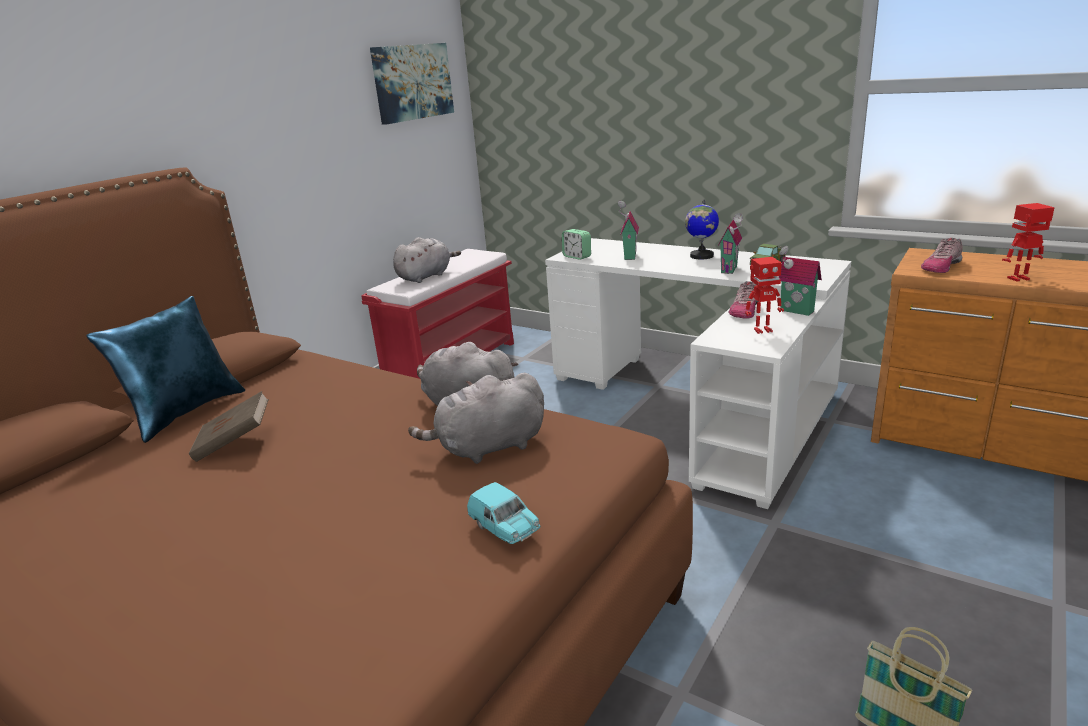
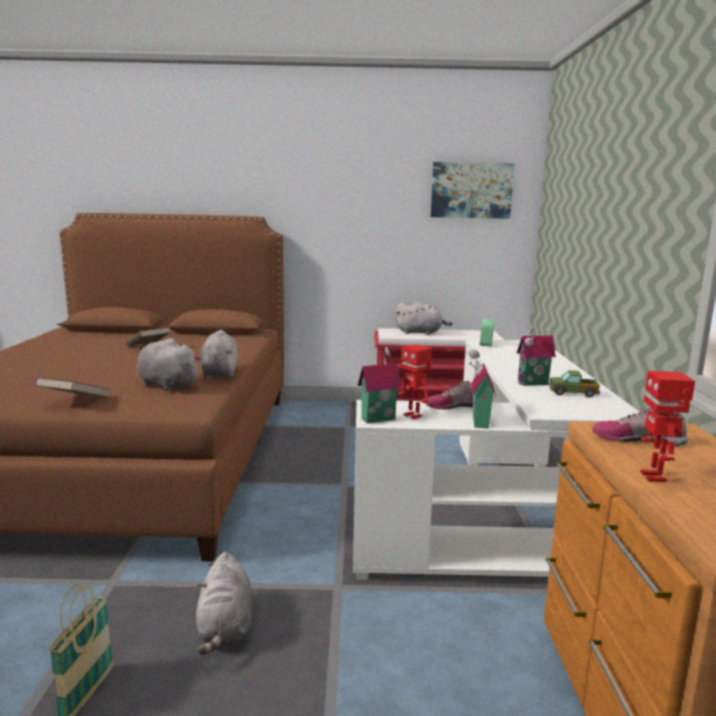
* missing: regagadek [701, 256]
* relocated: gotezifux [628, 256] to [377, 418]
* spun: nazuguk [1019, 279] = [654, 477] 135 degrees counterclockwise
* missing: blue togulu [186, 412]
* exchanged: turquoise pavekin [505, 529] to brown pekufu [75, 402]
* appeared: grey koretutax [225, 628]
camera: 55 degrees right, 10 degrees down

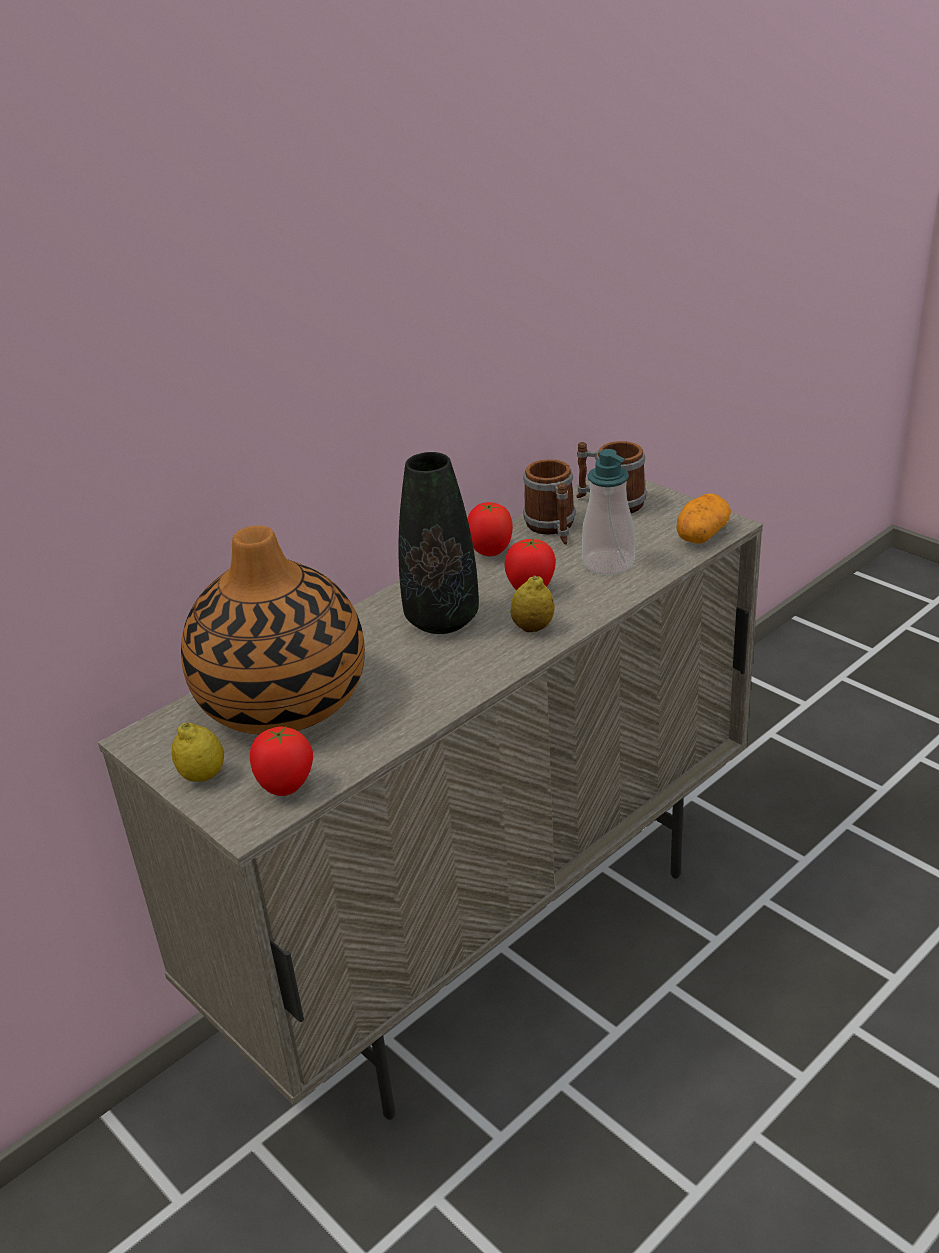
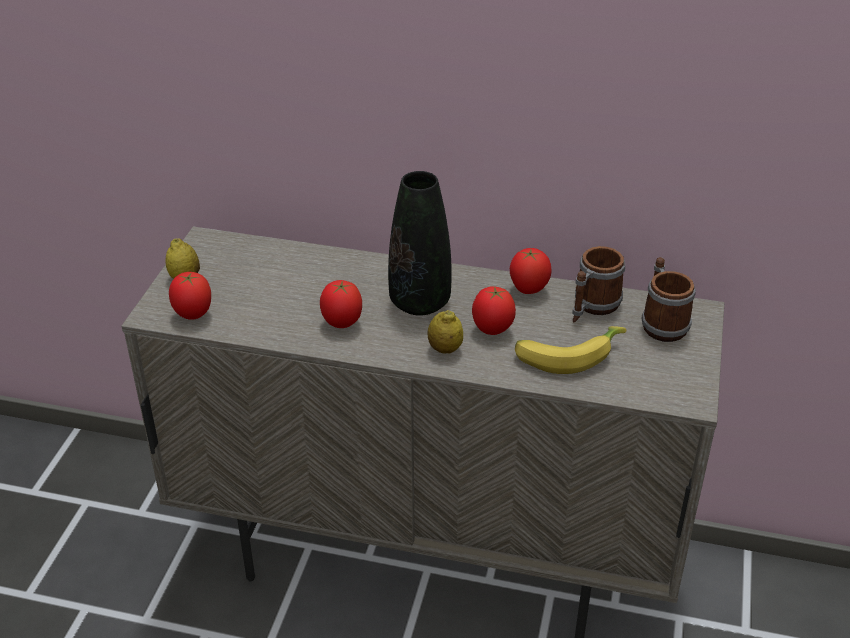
* exchanged: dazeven [608, 563] to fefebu [567, 354]
* missing: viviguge [701, 535]
* missing: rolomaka [281, 700]
* appeared: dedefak [342, 323]
camera: 55 degrees right, 5 degrees up

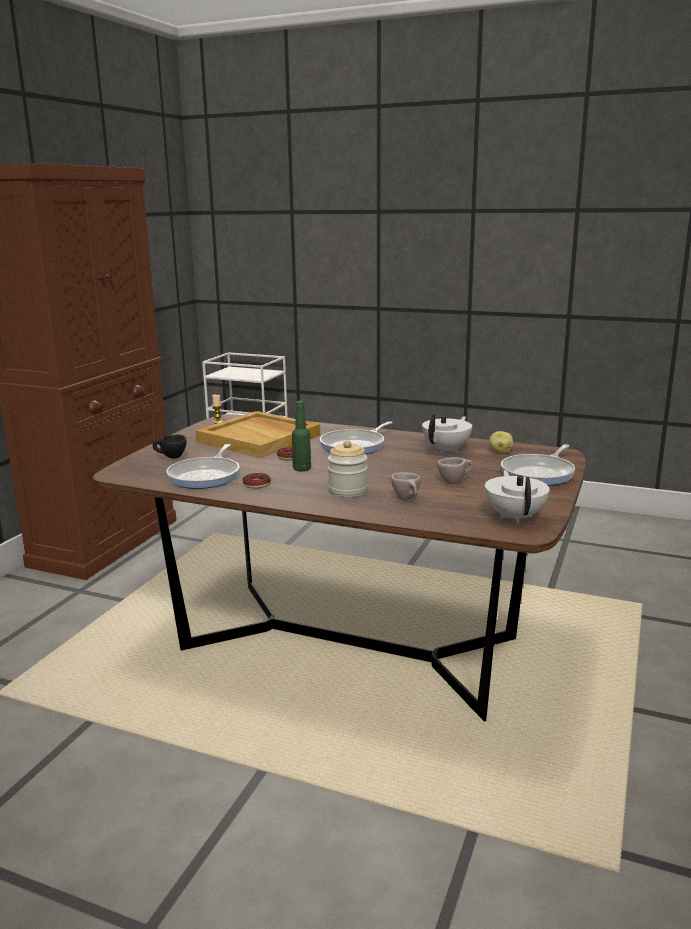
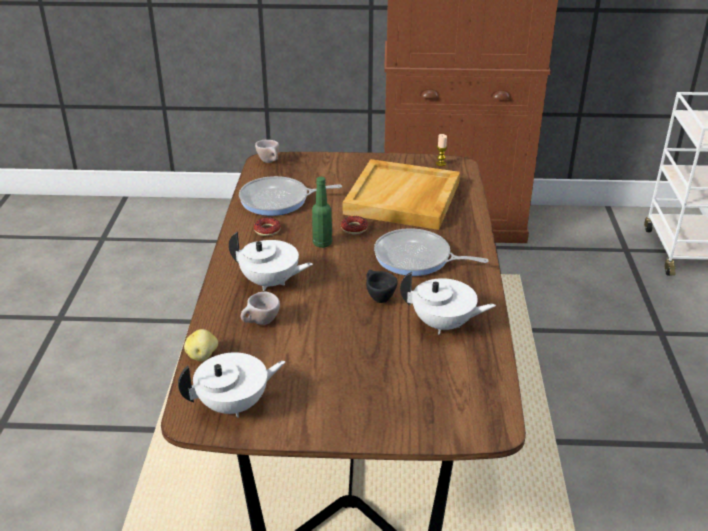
* relocated: viviguge [500, 452] to [202, 355]
* relocated: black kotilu [171, 457] to [378, 297]
* exchanged: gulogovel [348, 491] to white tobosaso [270, 282]
* missing: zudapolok [539, 473]
* relocated: beige kotilu [455, 481] to [270, 162]
camera: 70 degrees right, 15 degrees up

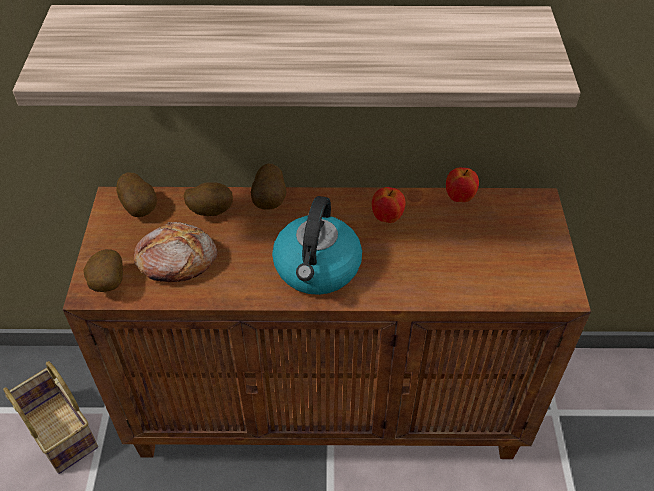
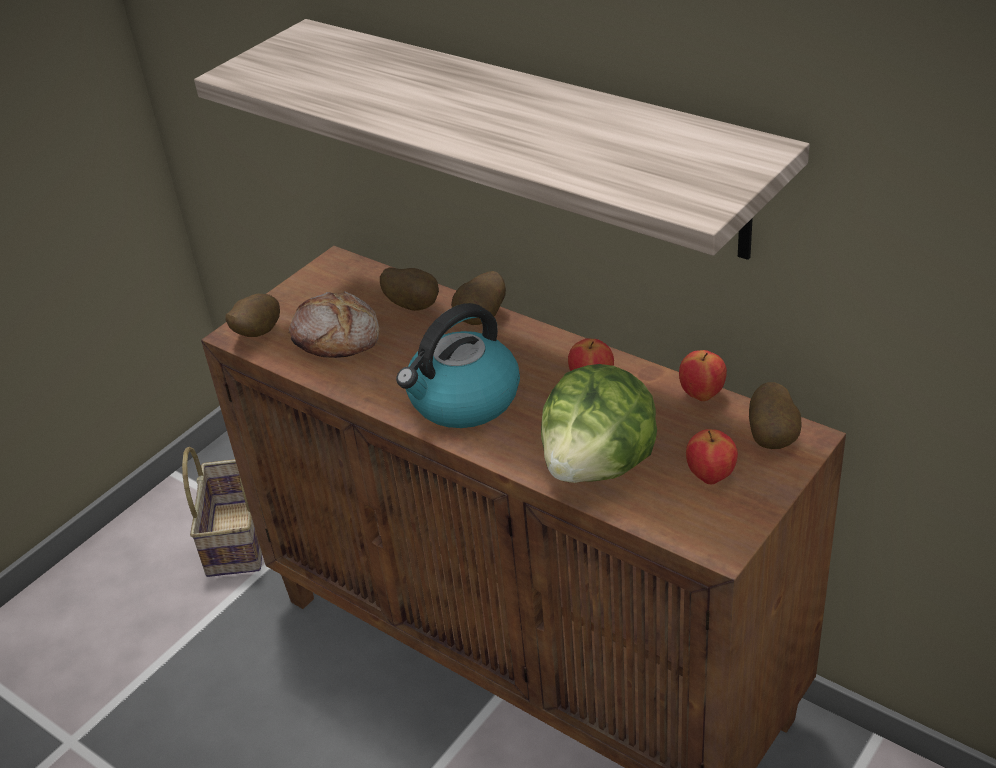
* relocated: viviguge [140, 208] to [773, 438]
* appeared: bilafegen [599, 465]
* appeared: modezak [710, 477]
camera: 40 degrees right, 10 degrees down

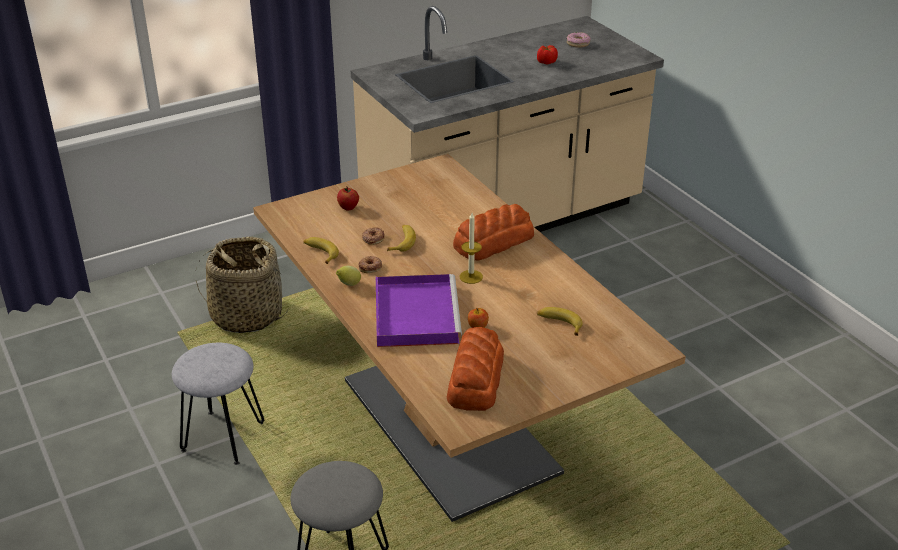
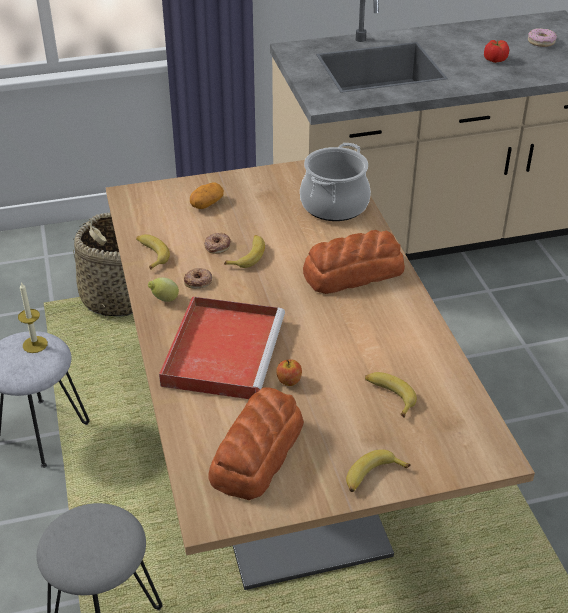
* exchanged: modezak [348, 208] to viviguge [206, 204]
* relocated: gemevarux [471, 277] to [35, 344]
* colour: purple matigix [415, 313] to red matigix [223, 350]
* appeared: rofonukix [334, 205]
* appeared: fefebu [372, 476]
camera: 15 degrees right, 5 degrees up

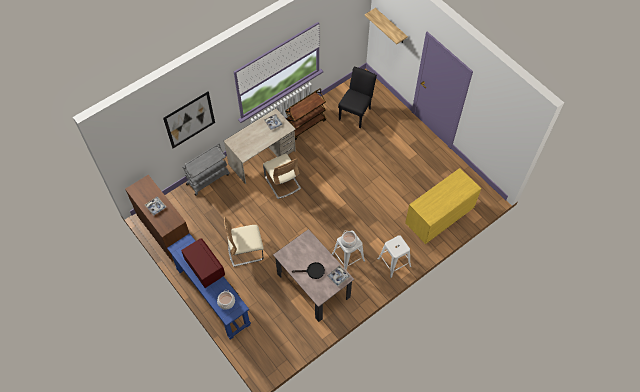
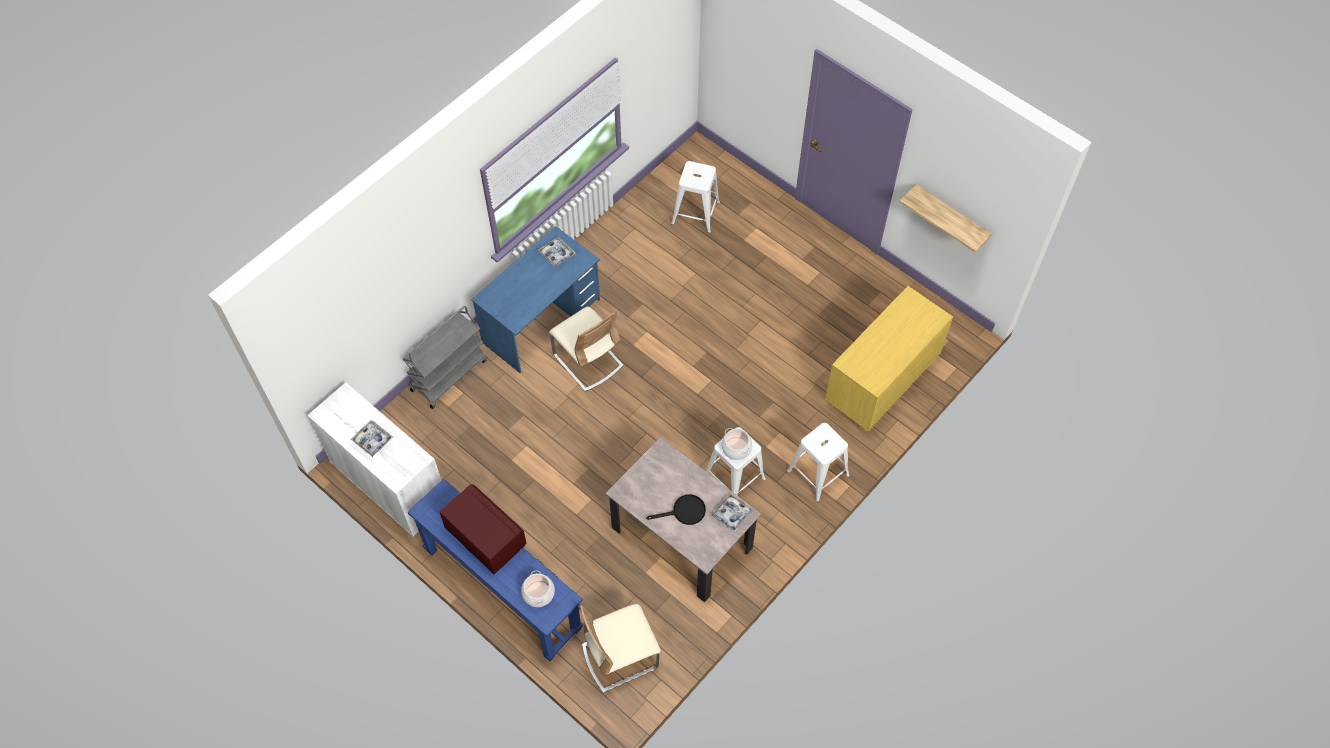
* relocated: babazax [390, 26] to [951, 216]
* exchanged: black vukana [356, 112] to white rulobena [695, 213]
* missing: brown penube [305, 124]
* missing: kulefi [189, 120]
* colour: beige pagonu [262, 158] to blue pagonu [542, 321]
* colour: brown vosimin [165, 231] to white vosimin [389, 482]
* relocated: beige vukana [245, 251] to [620, 656]
camera: 10 degrees left, 0 degrees up

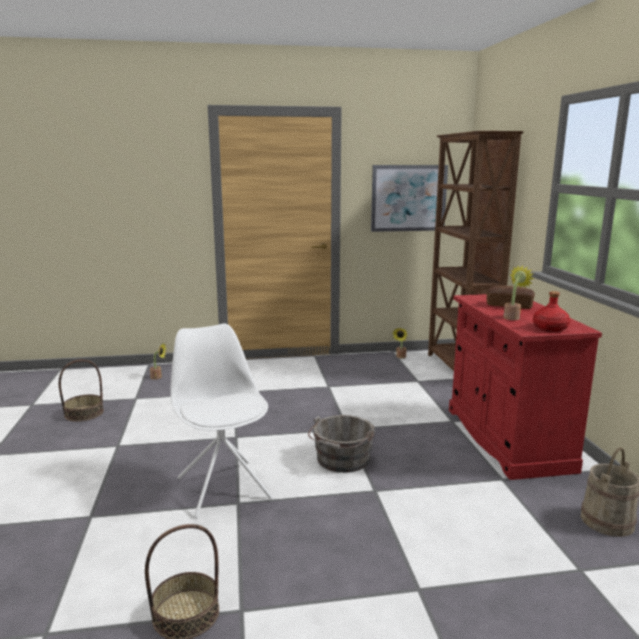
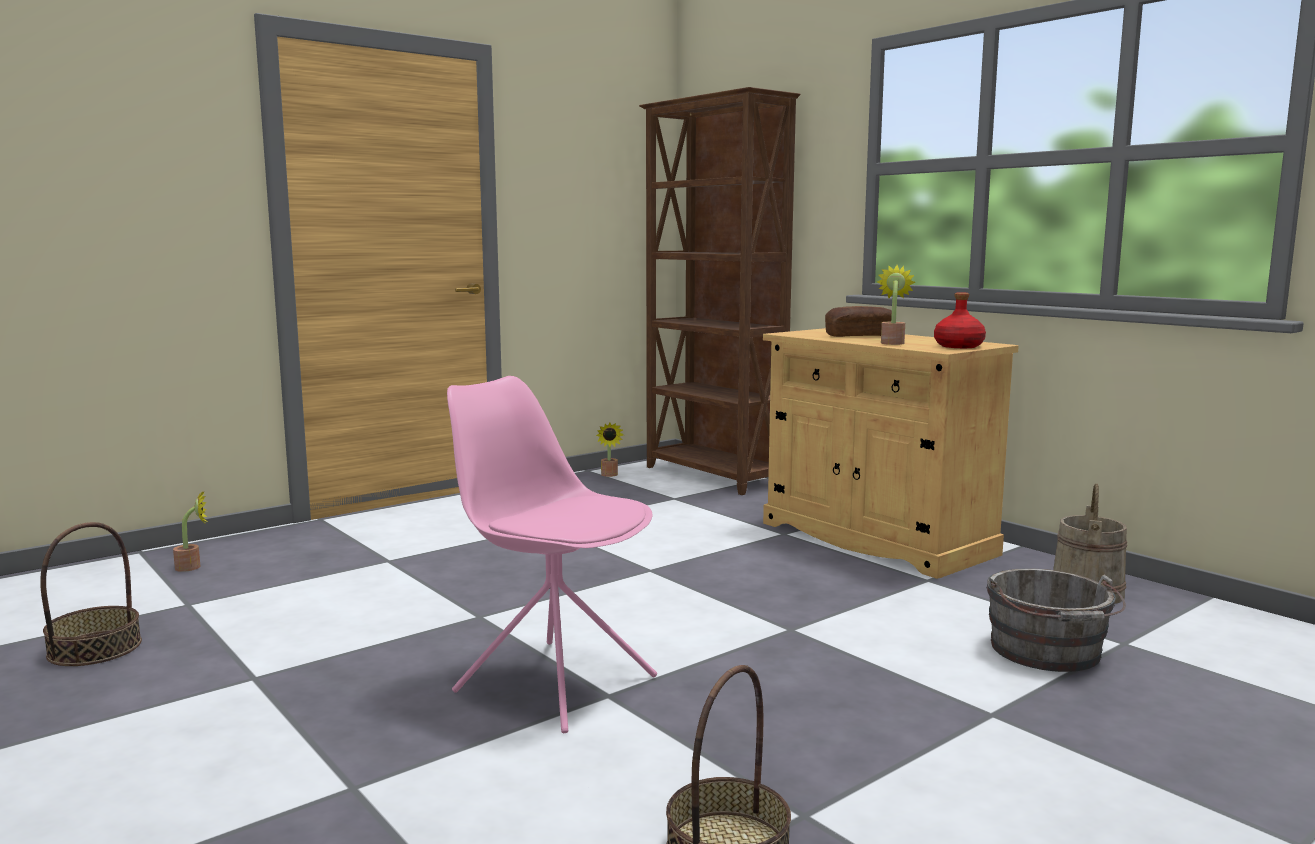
* missing: kulefi [408, 198]
* colour: red vosimin [506, 438] to beige vosimin [875, 538]
* colour: white vukana [223, 487] to pink vukana [553, 683]
* relocated: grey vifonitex [342, 460] to [1048, 653]
camera: 30 degrees left, 5 degrees down

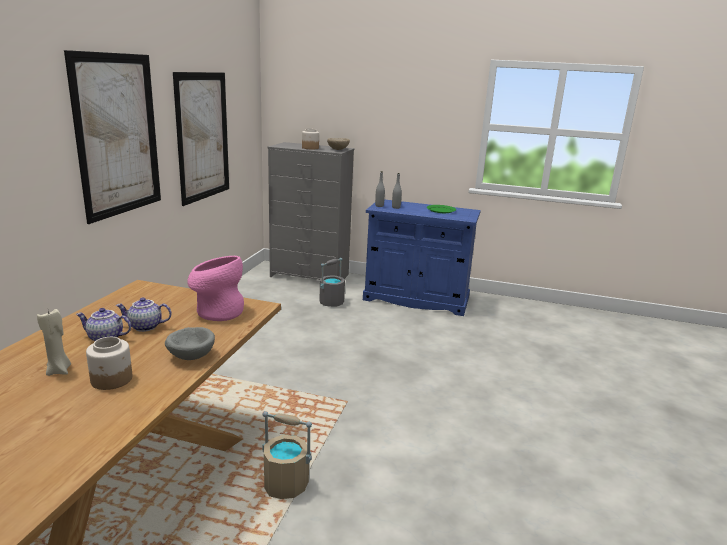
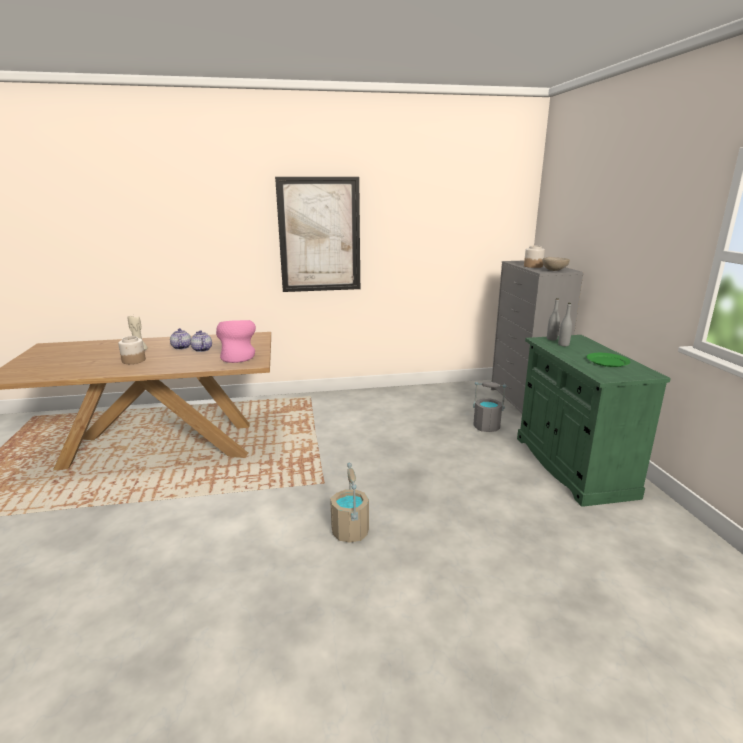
* missing: kulefi [203, 136]
* colour: blue vosimin [416, 299] to green vosimin [572, 466]
* missing: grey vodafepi [191, 355]
* relocated: beige vifonitex [286, 484] to [350, 531]
camera: 65 degrees right, 0 degrees up

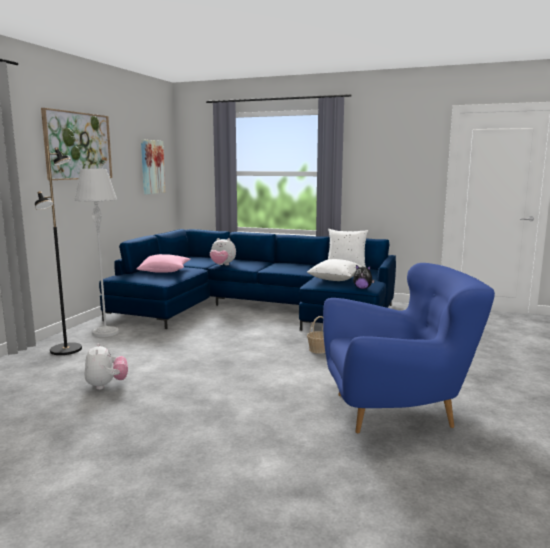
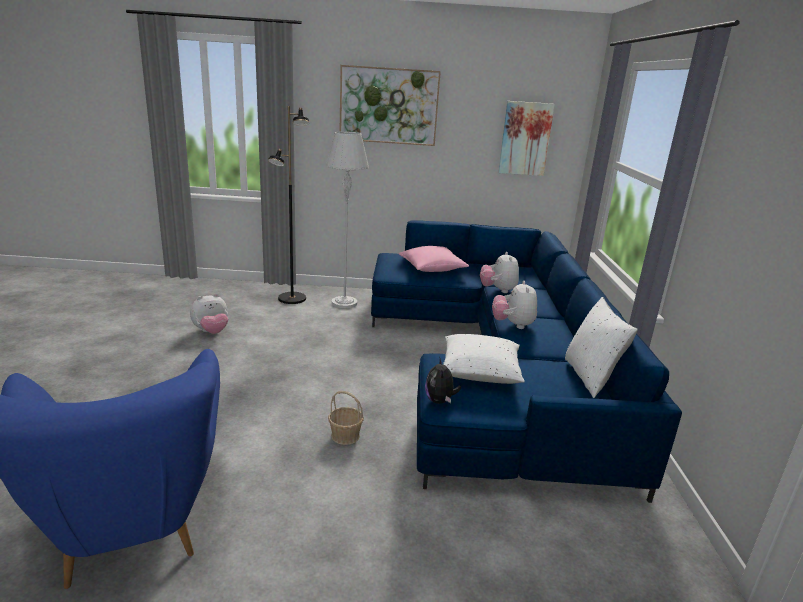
* appeared: koretutax [513, 325]
camera: 70 degrees right, 10 degrees up

